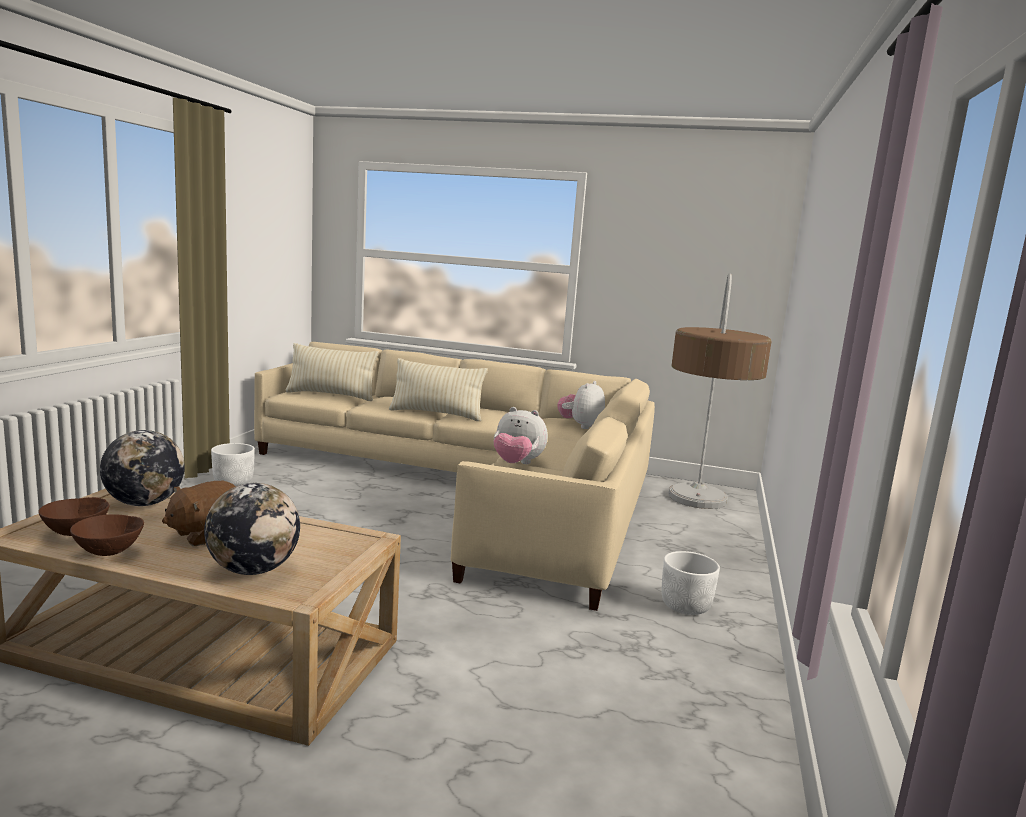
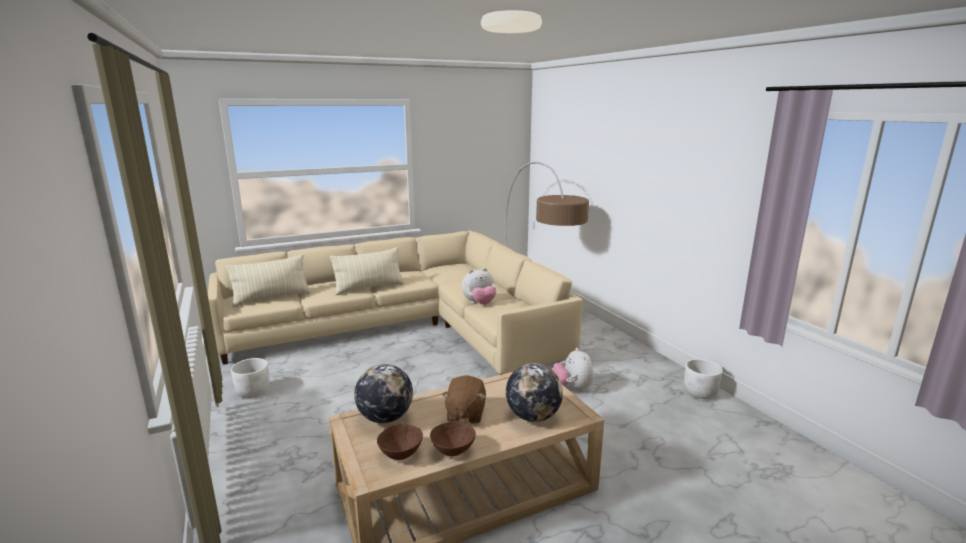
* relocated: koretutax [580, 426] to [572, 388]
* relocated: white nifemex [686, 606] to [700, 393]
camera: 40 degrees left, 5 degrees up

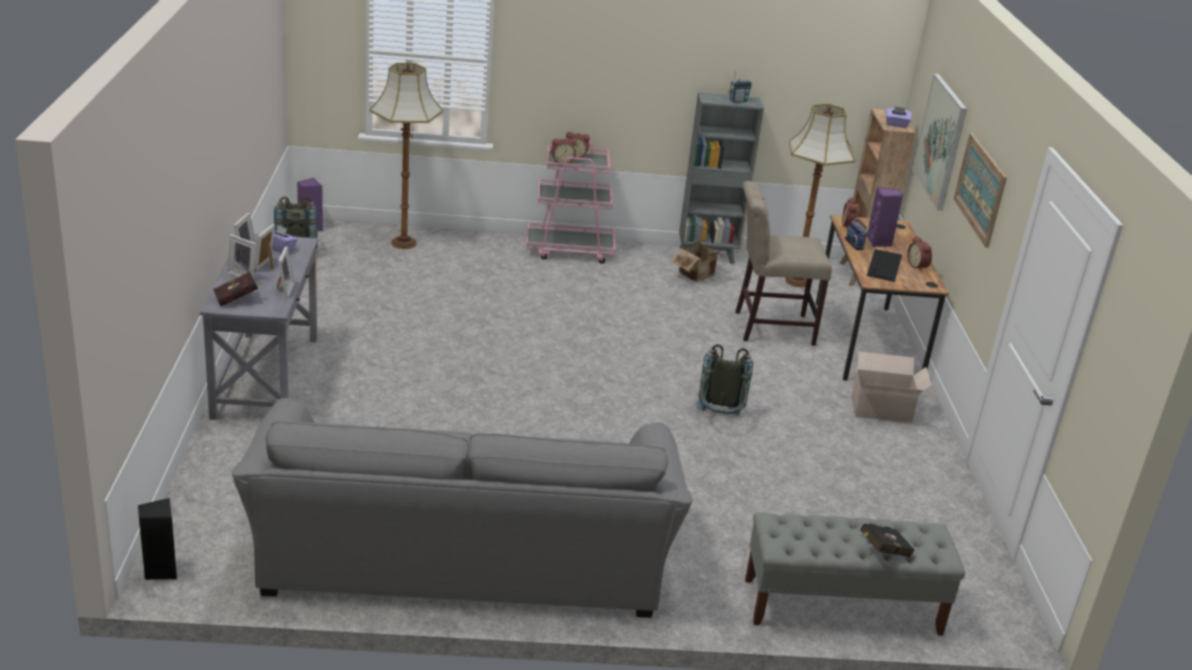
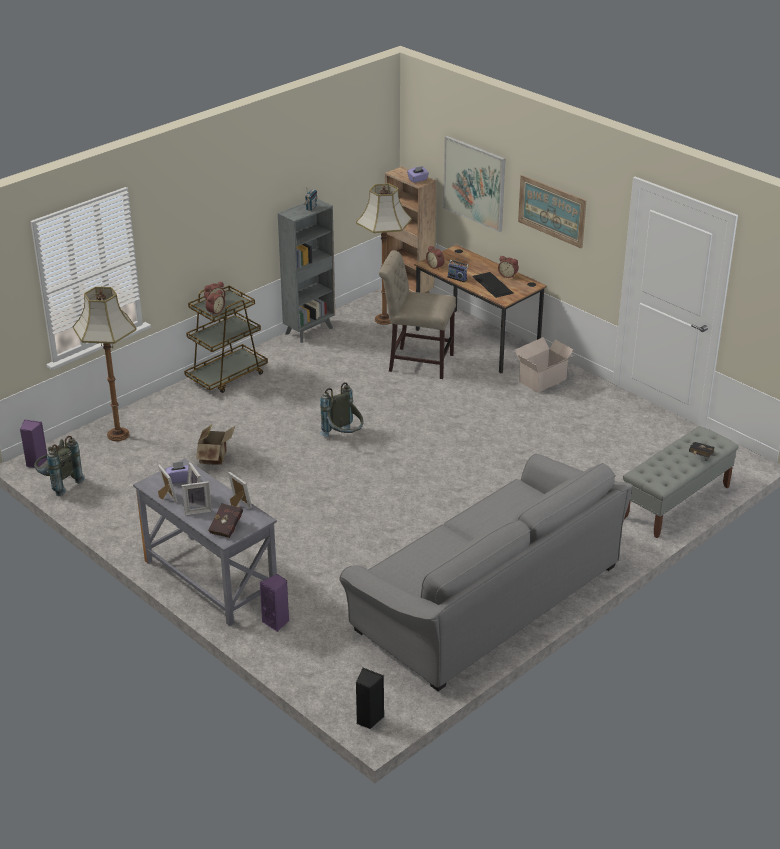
* colour: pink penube [570, 250] to brown penube [227, 376]
* spun: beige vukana [768, 327] = [417, 362] 60 degrees clockwise
* relocated: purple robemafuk [879, 242] to [276, 622]
* relocated: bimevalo [699, 276] to [216, 458]
* relocated: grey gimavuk [719, 420] to [344, 437]
camera: 40 degrees left, 5 degrees up

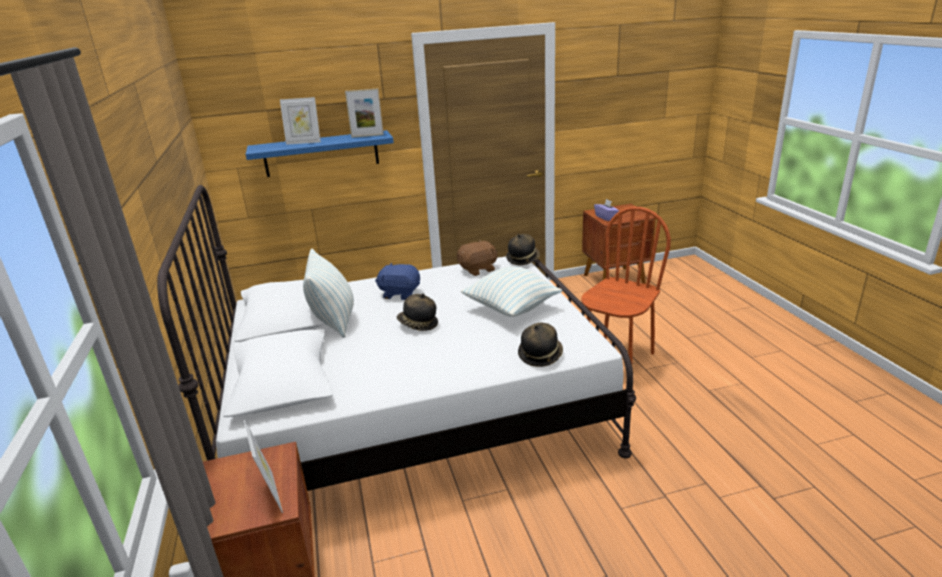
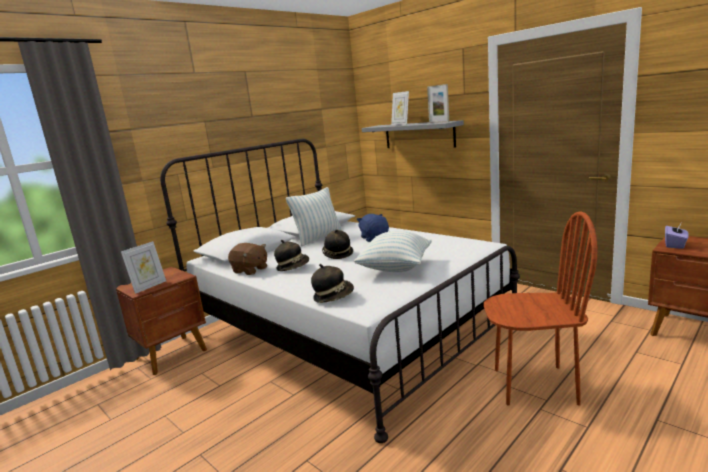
* colour: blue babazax [321, 154] to grey babazax [419, 135]
* relocated: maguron [523, 259] to [293, 267]
* relocated: brown koretutax [478, 269] to [250, 270]
camera: 60 degrees right, 10 degrees down

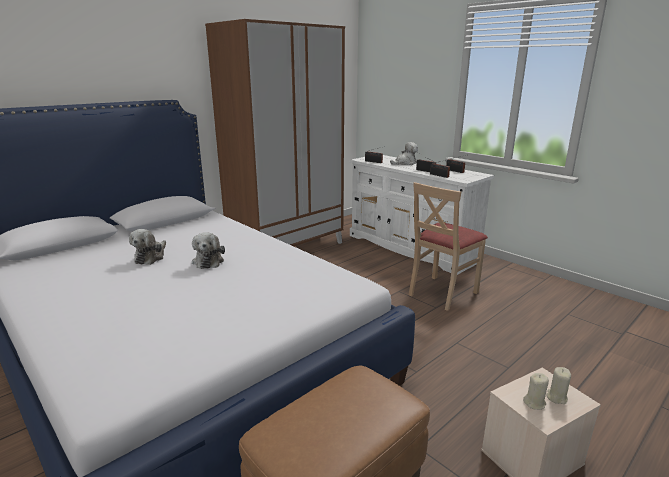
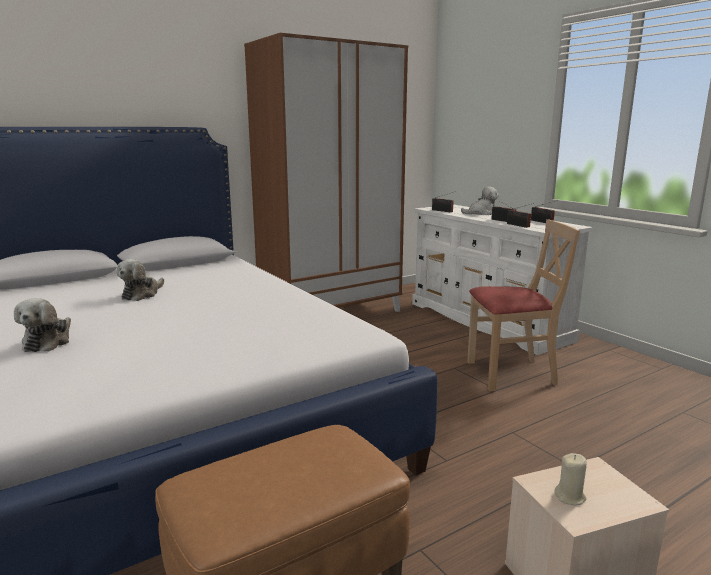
* spun: beige vukana [442, 293] = [511, 374] 150 degrees counterclockwise
* relocated: koretutax [208, 261] to [48, 341]
* missing: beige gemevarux [556, 397]
camera: 10 degrees right, 5 degrees down

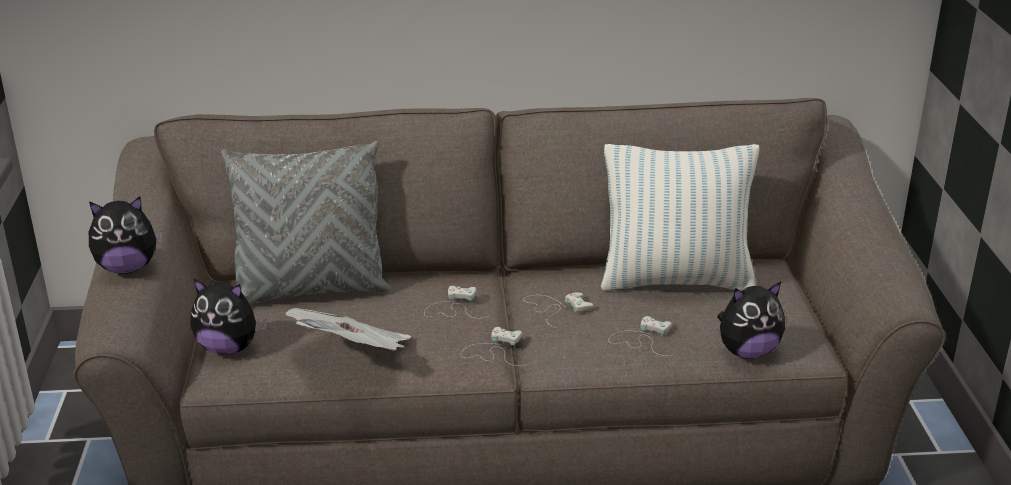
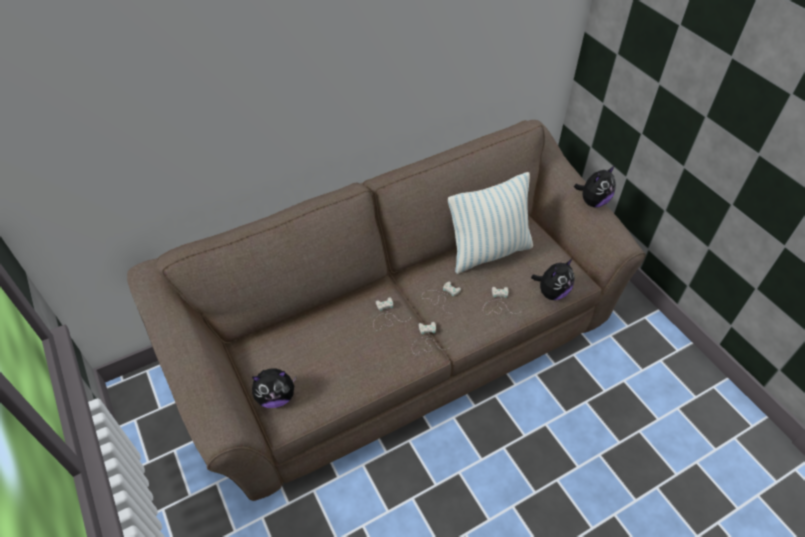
* missing: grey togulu [311, 289]
* relocated: koretutax [127, 268] to [593, 201]
* missing: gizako [354, 356]
camera: 25 degrees left, 20 degrees up

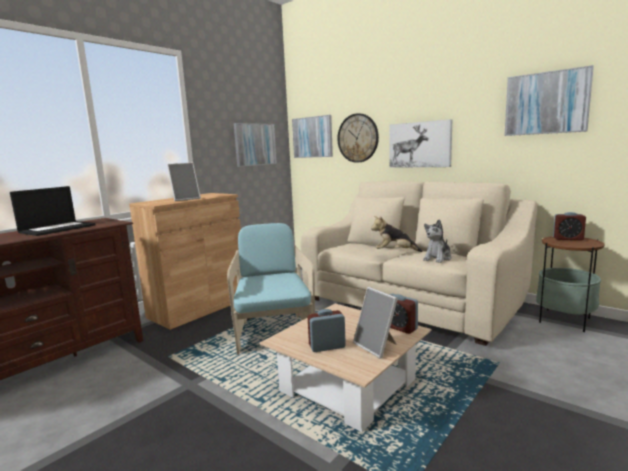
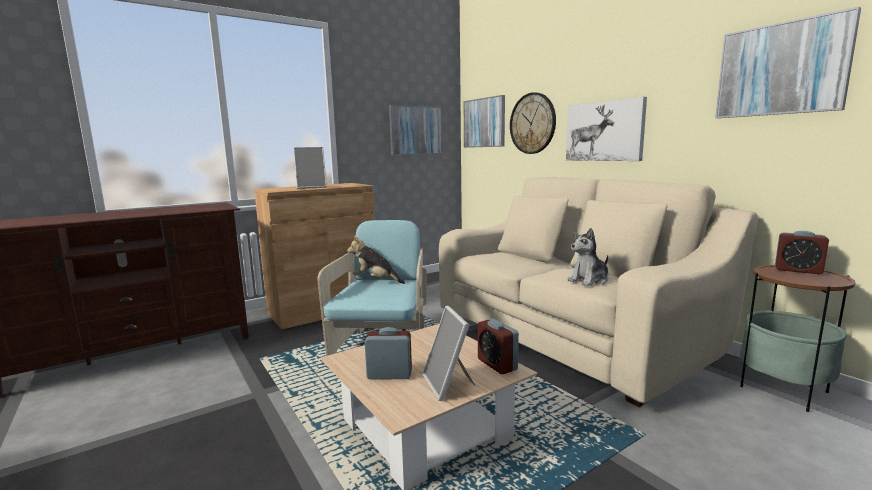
* missing: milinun [58, 228]
* relocated: koretutax [395, 252] to [376, 281]
camera: 15 degrees right, 0 degrees up

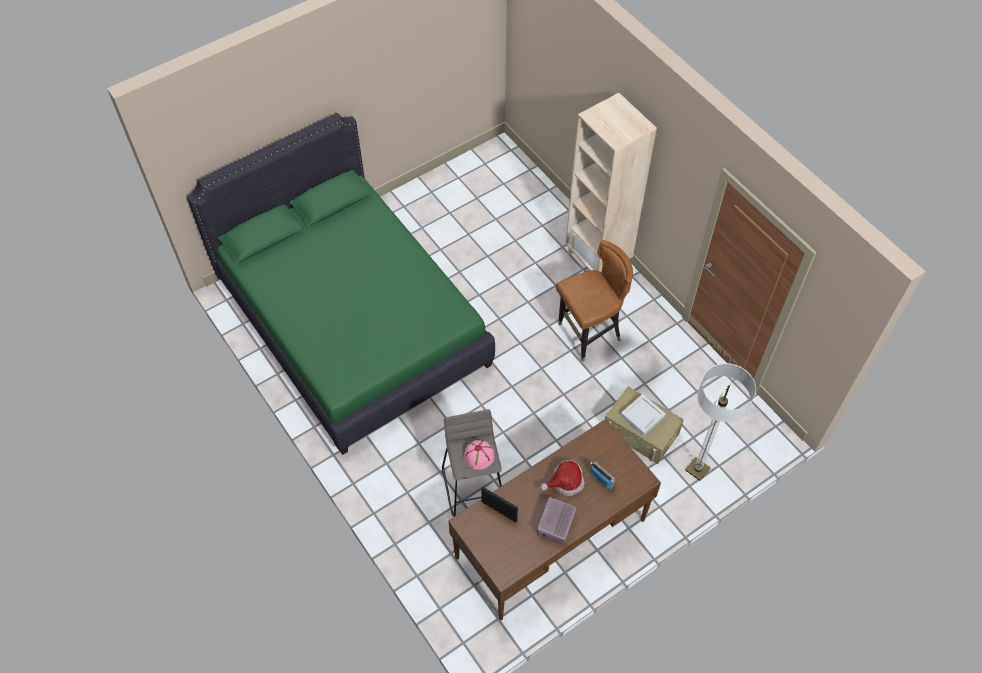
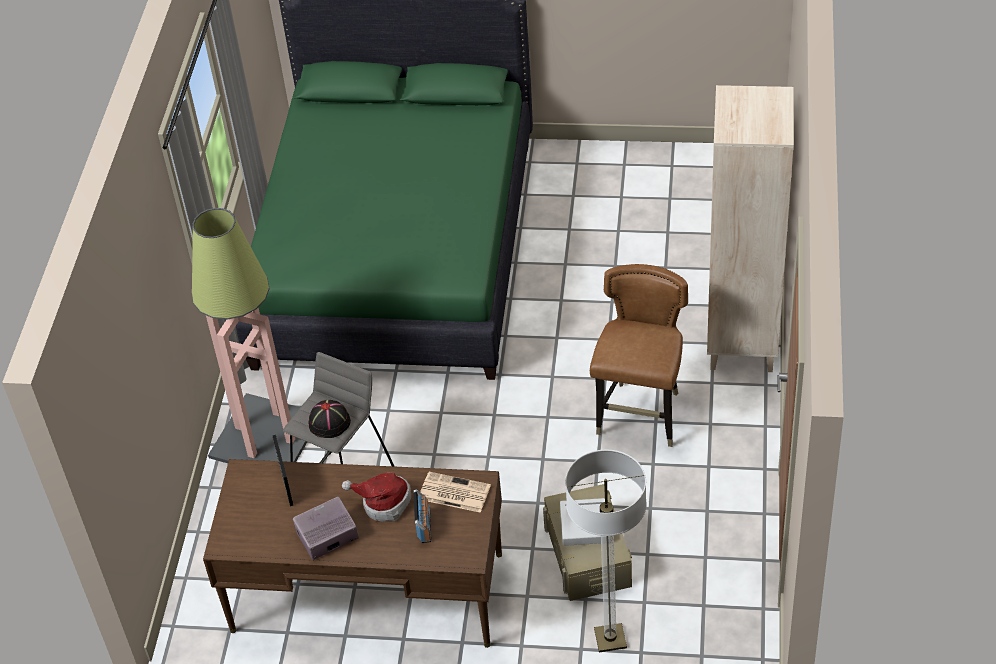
* spun: brown vukana [589, 335] = [641, 416] 90 degrees counterclockwise
* colour: pink maguron [479, 455] to black maguron [330, 422]
* appeared: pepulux [264, 437]
* appeared: gizako [453, 493]
camera: 45 degrees right, 10 degrees down

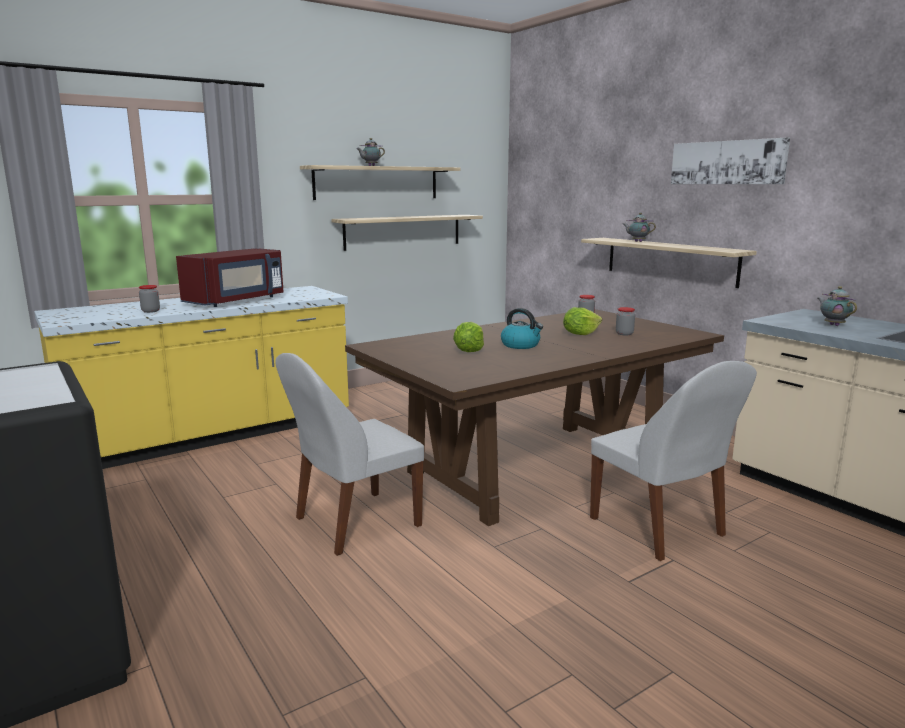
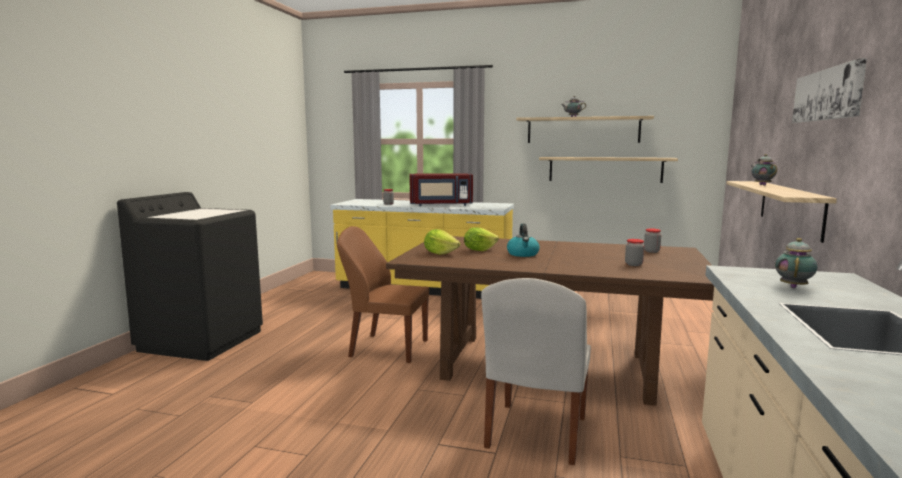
* relocated: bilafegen [580, 334] to [440, 253]
* colour: white vukana [354, 523] to brown vukana [387, 348]
camera: 50 degrees right, 5 degrees down

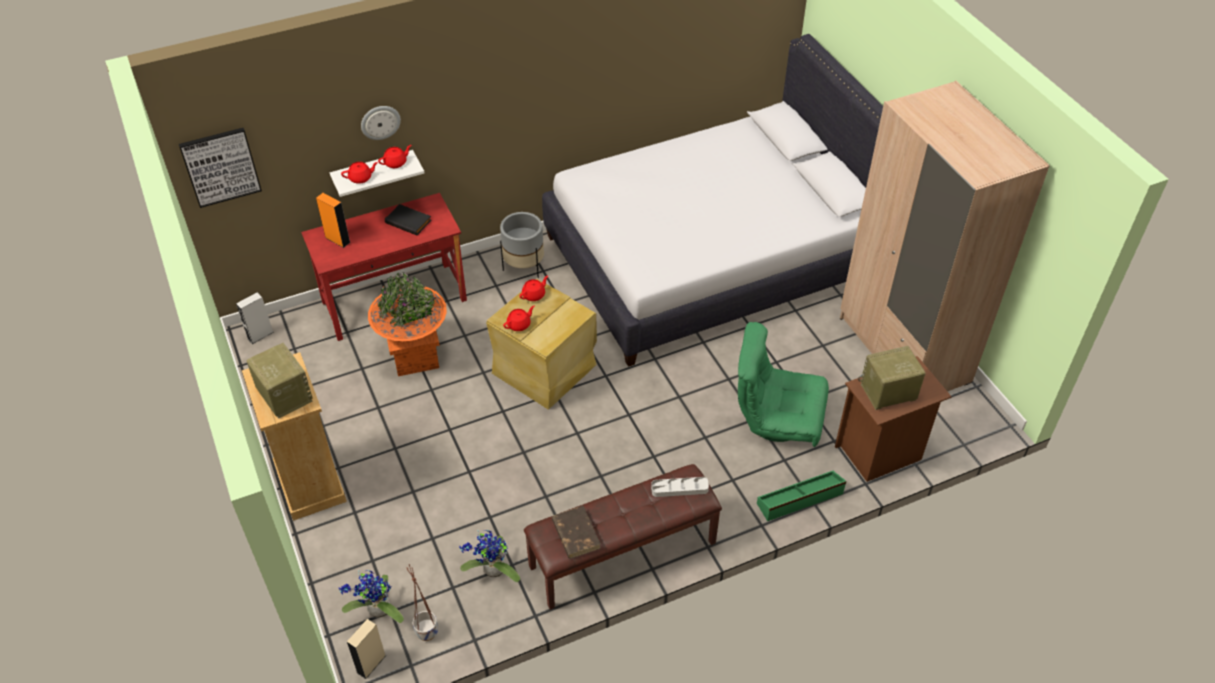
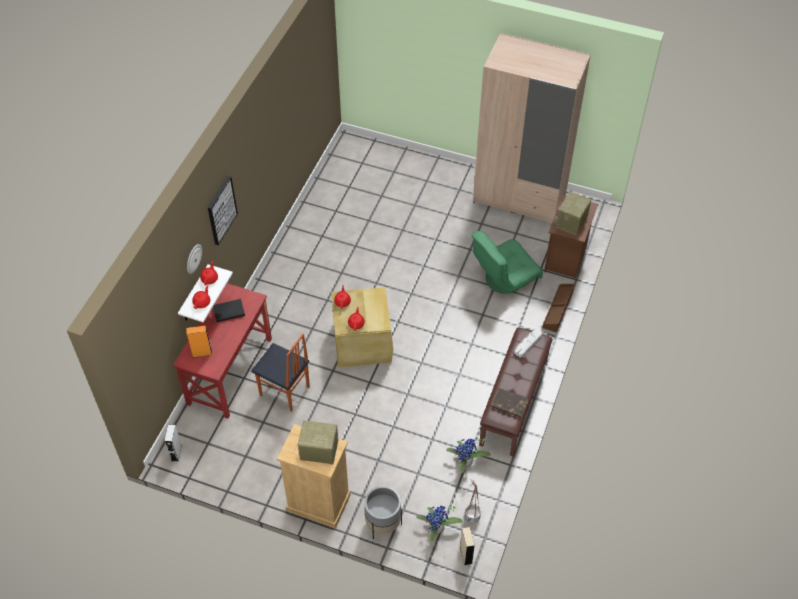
* missing: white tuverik [711, 257]
* relocated: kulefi [220, 166] to [221, 210]
* relocated: grey nifemex [524, 266] to [383, 524]
* exchanged: orange nifemex [415, 357] to vukana [284, 392]
* colour: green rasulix [800, 499] to brown rasulix [558, 310]
camera: 45 degrees left, 5 degrees up

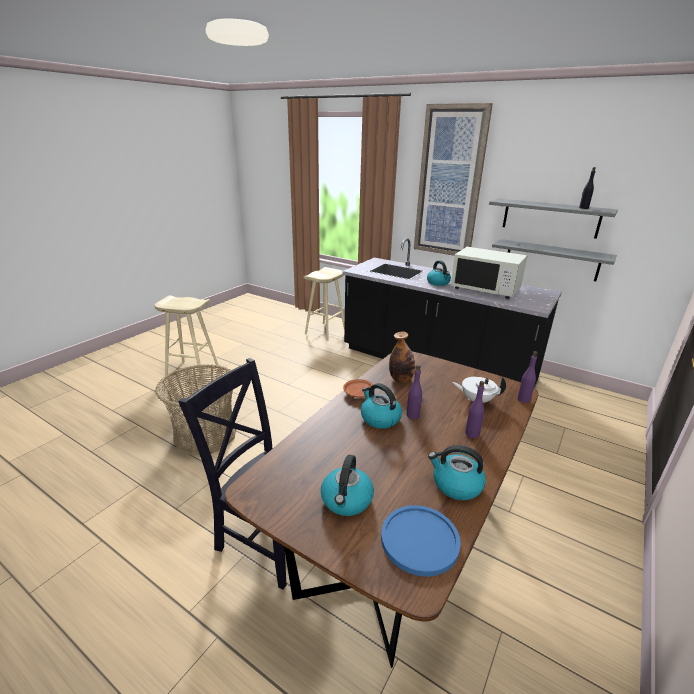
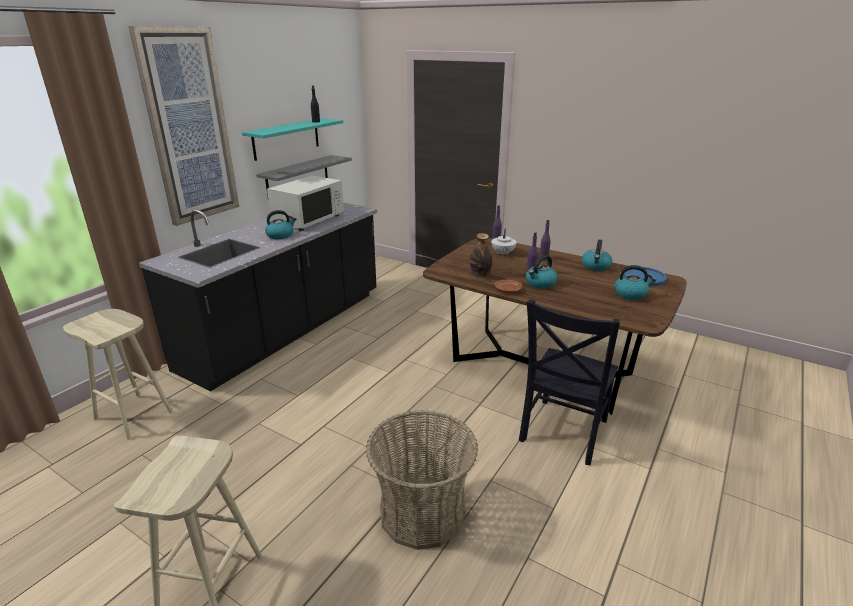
* colour: grey babazax [550, 218] to turquoise babazax [286, 138]
camera: 90 degrees left, 0 degrees up

